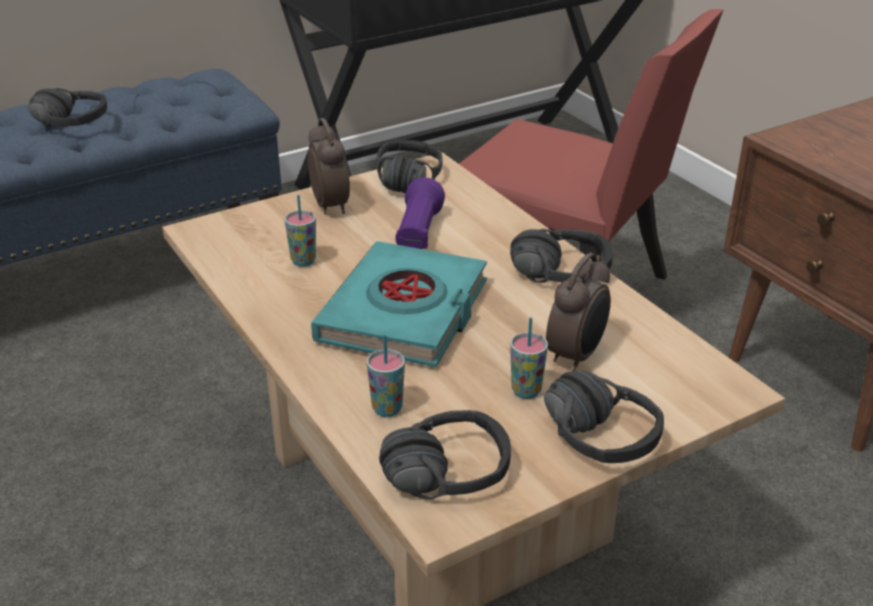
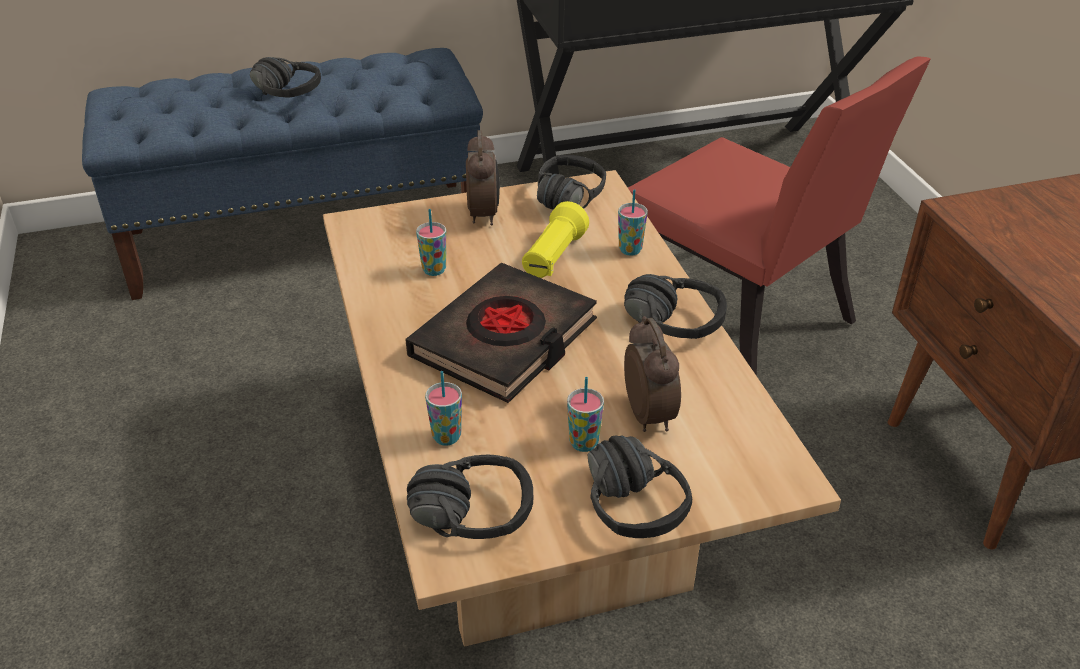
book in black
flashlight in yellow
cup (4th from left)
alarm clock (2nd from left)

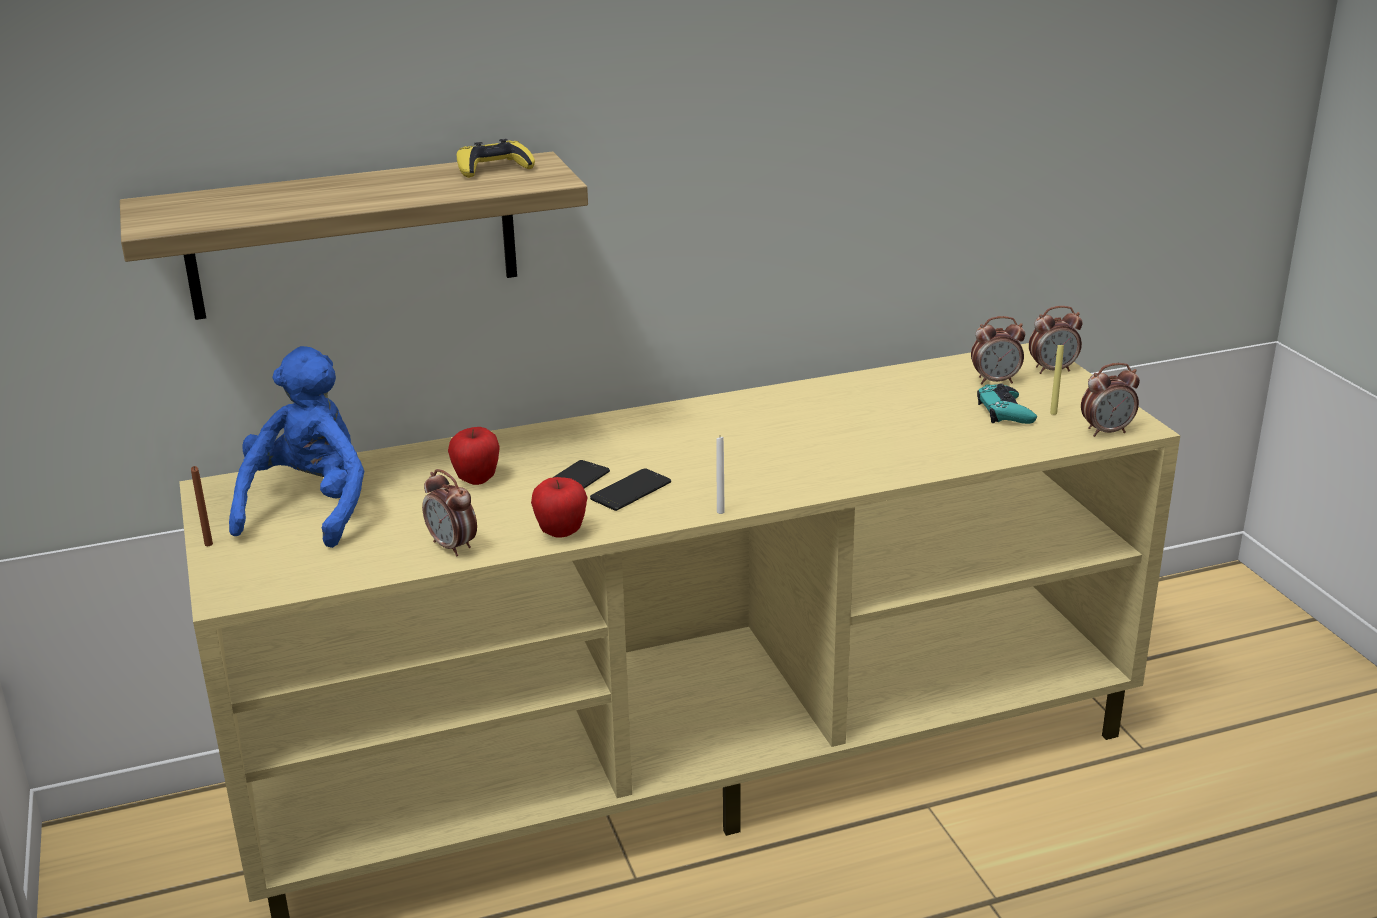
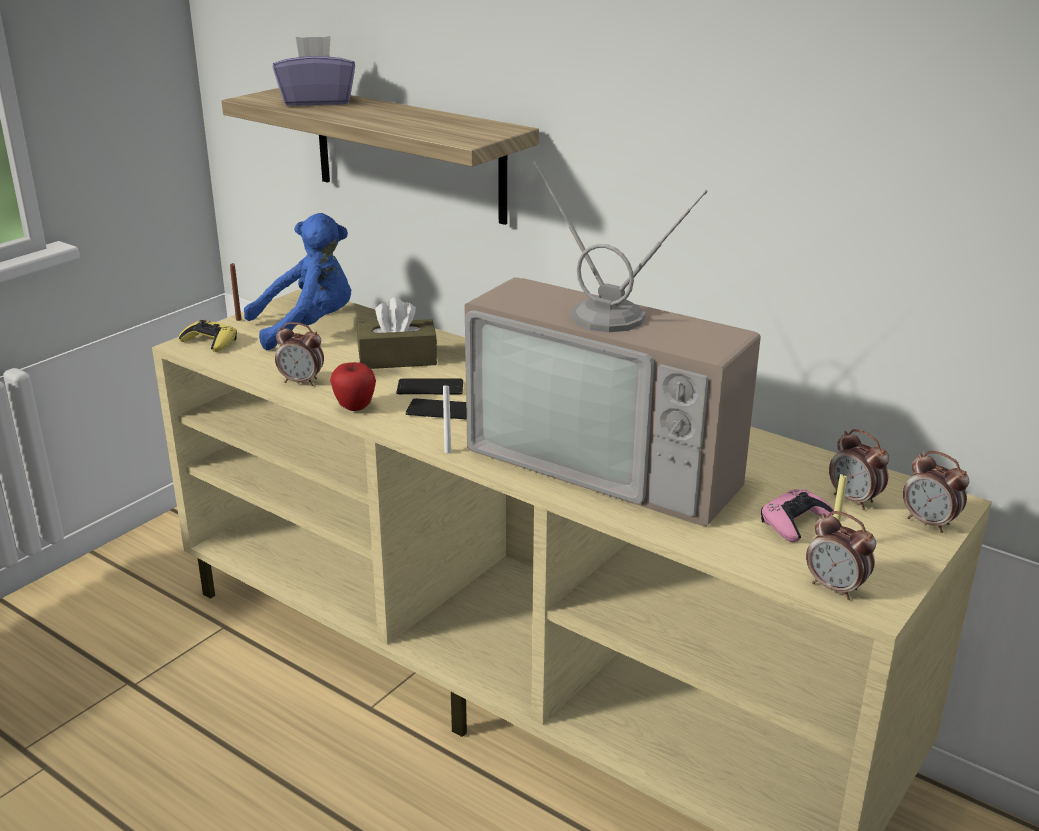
game controller in yellow
tissue box in purple
alarm clock (1st from left)
tissue box in brown
television
game controller in pink

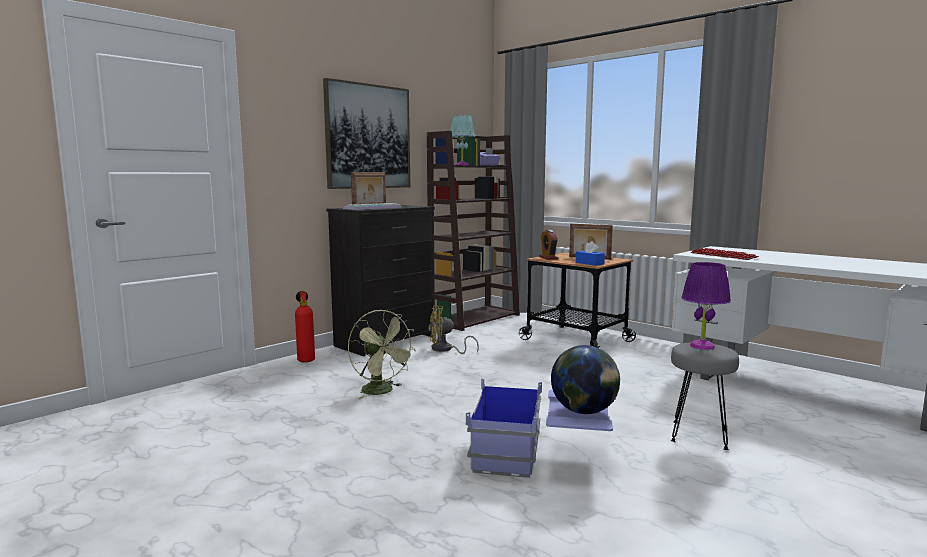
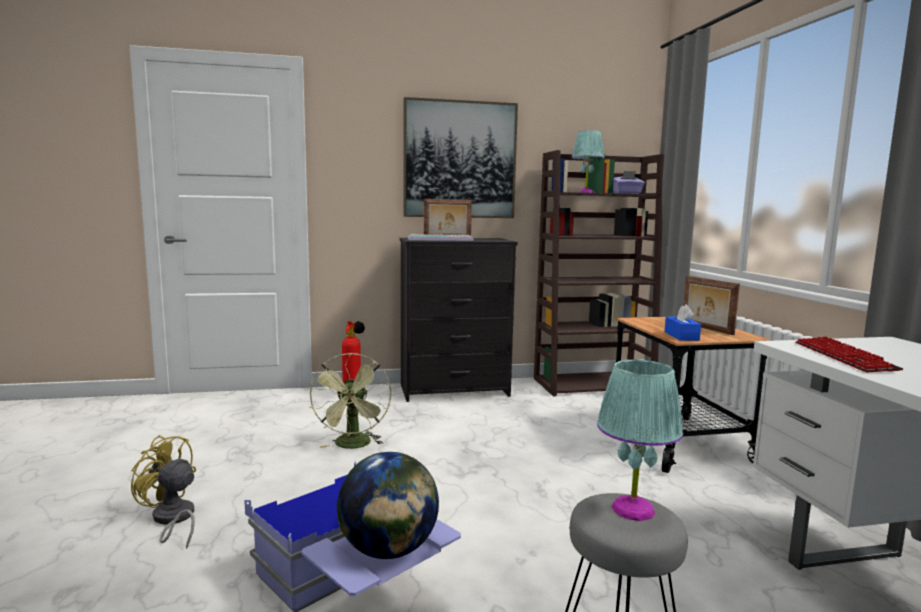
fan in yellow
table lamp in turquoise (2nd from left)
alarm clock

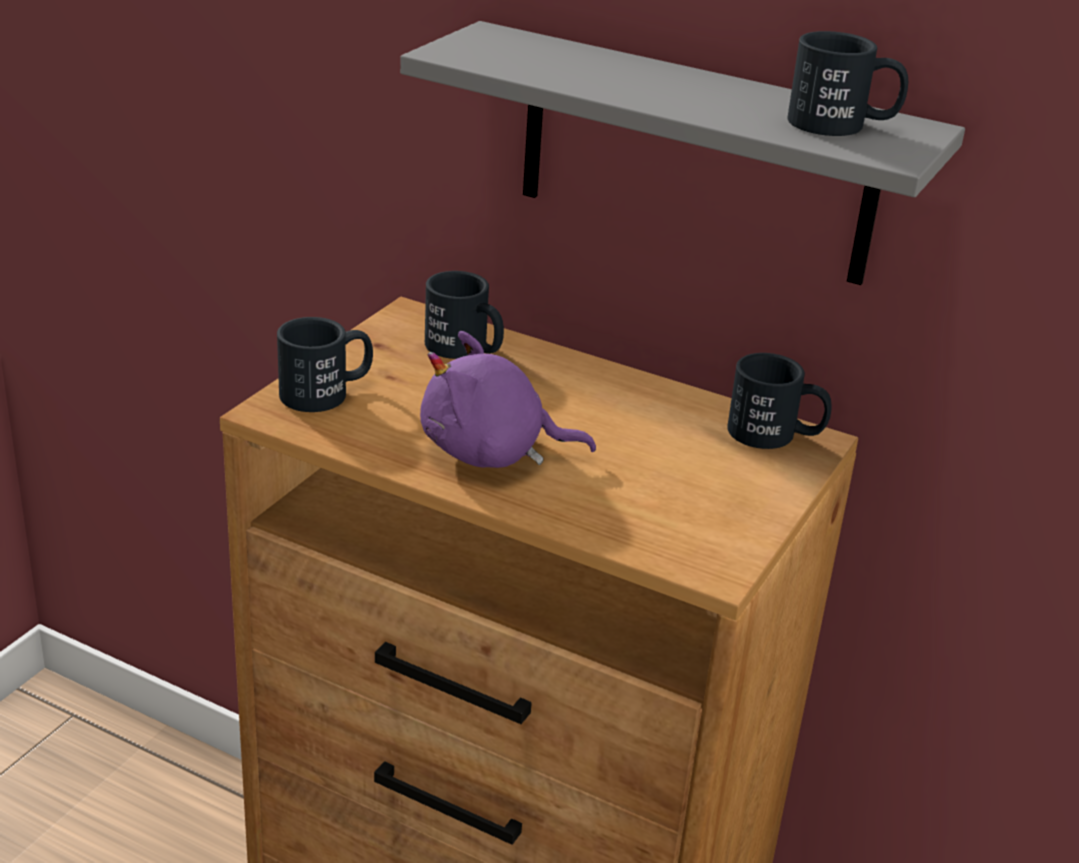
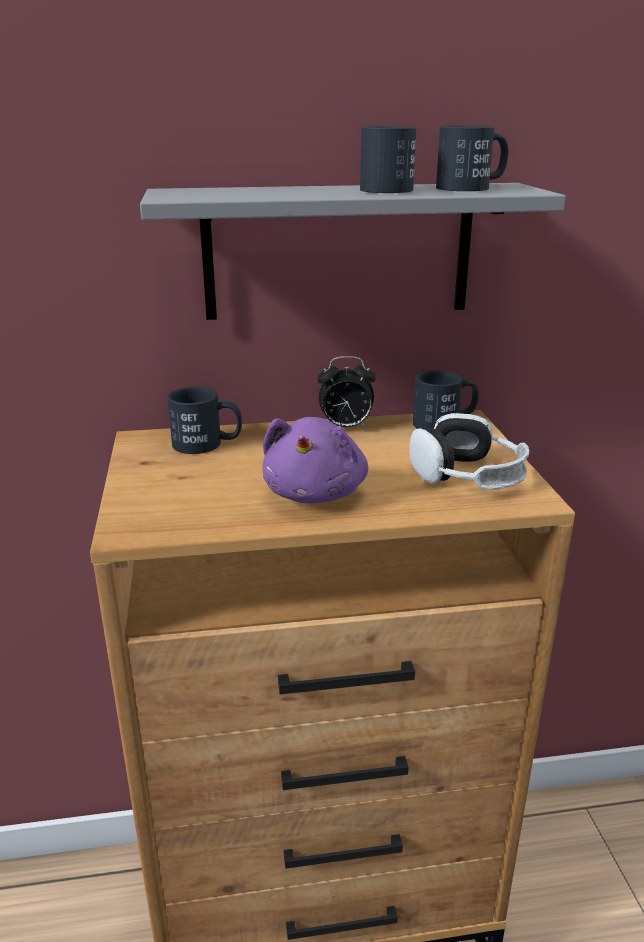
plush toy in purple
alarm clock
mug in black (2nd from left)
headphones

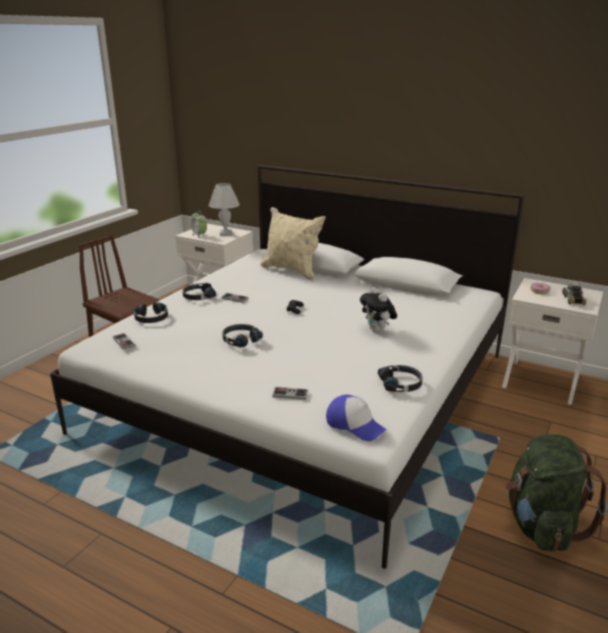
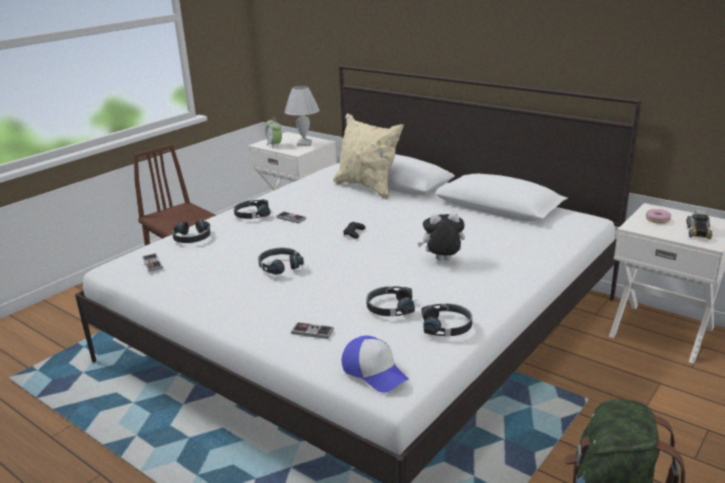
headphones in black (4th from left)
plush toy

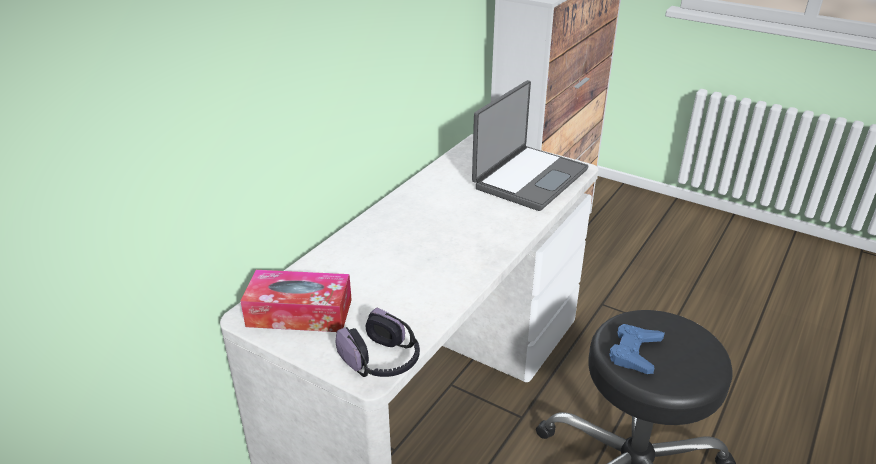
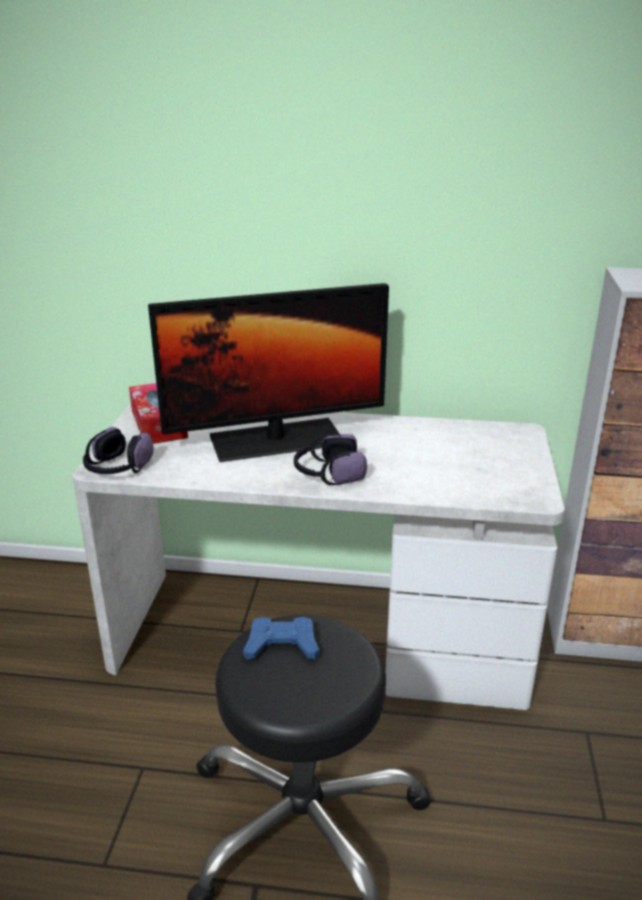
monitor
headphones (2nd from left)
laptop

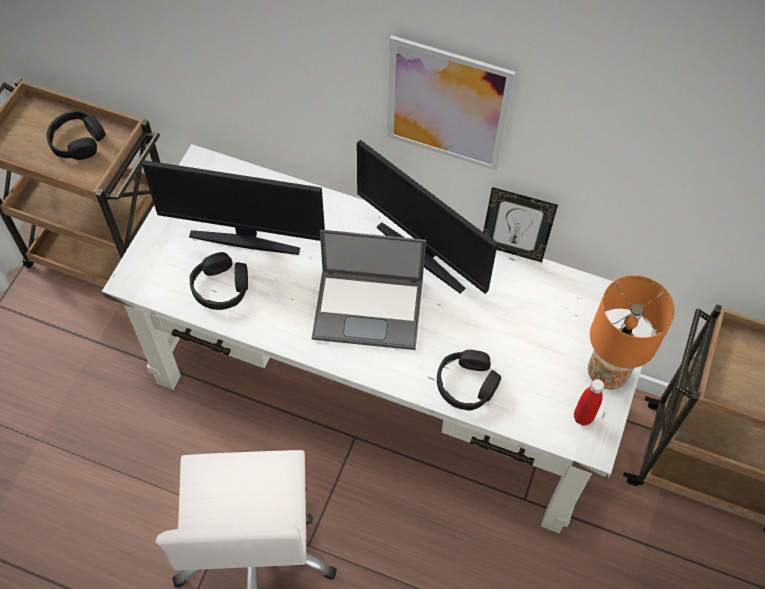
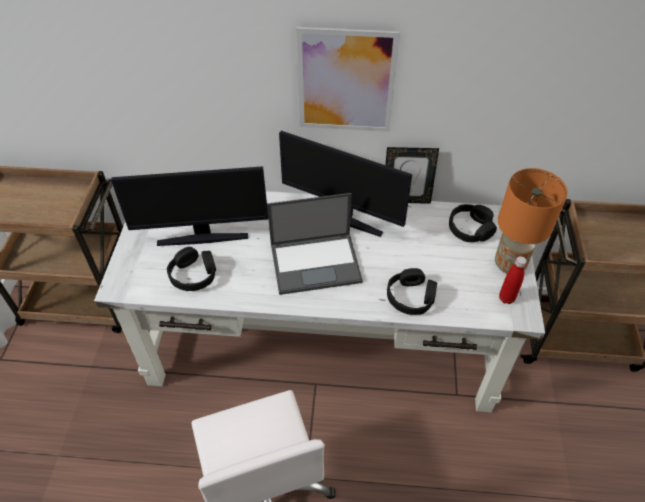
headphones in black (3rd from left)

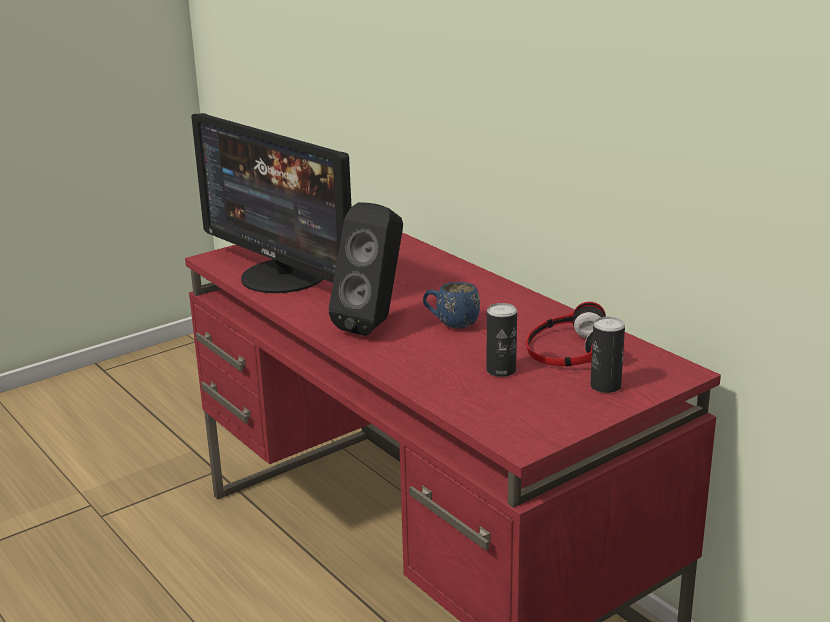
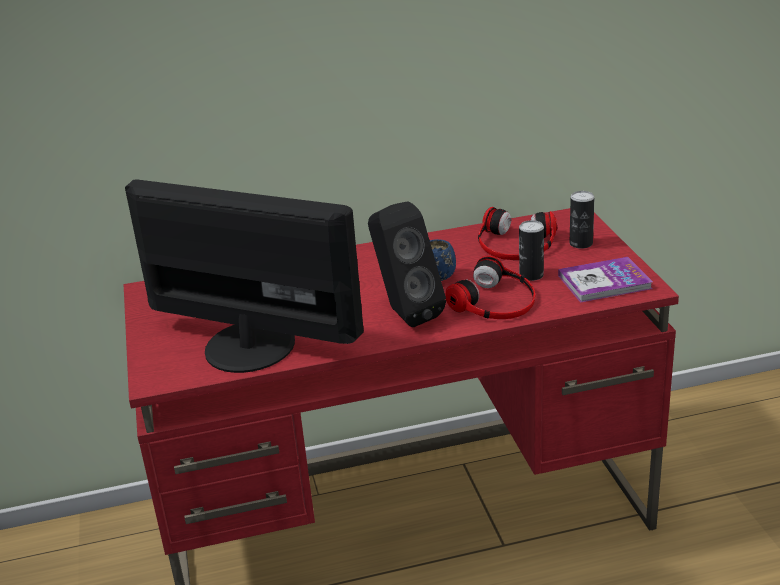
monitor
headphones (1st from left)
book

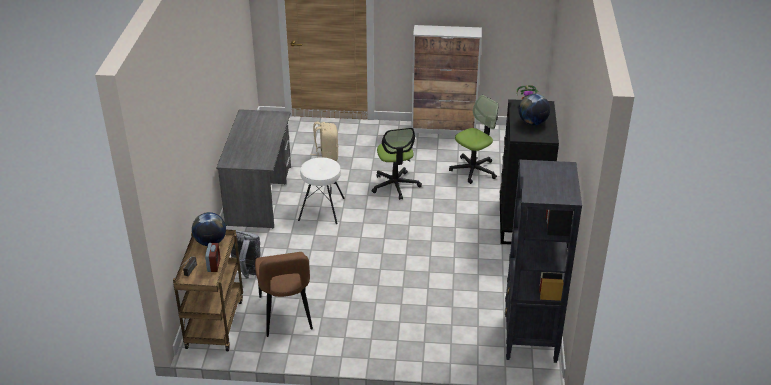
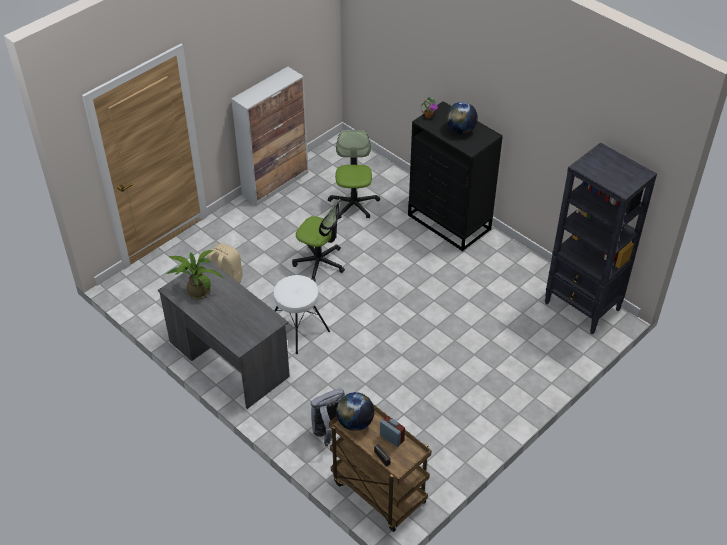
potted plant (1st from left)
chair in brown

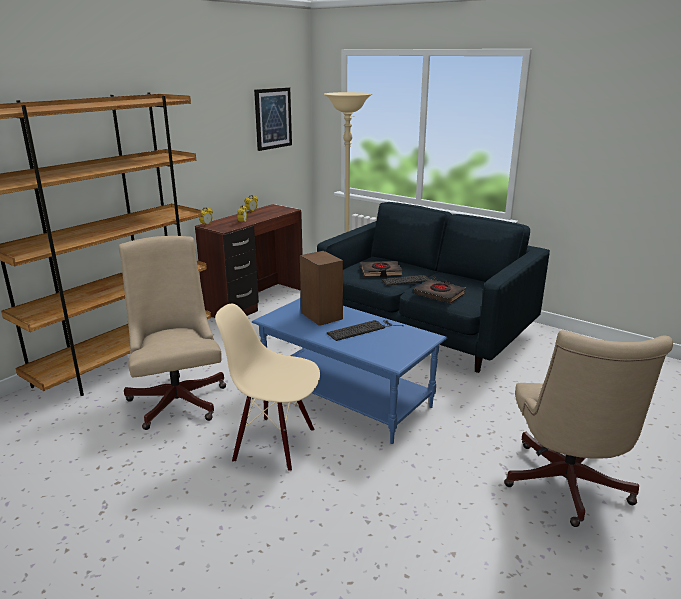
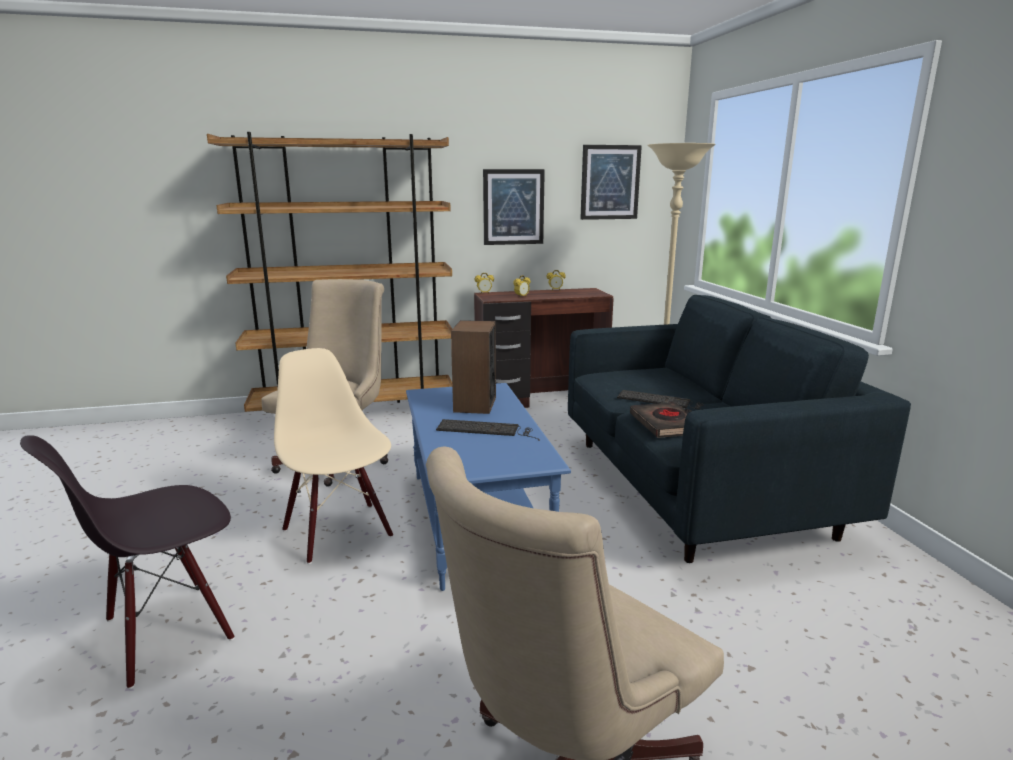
chair in black
picture (1st from left)
book in black (1st from left in the first image)

